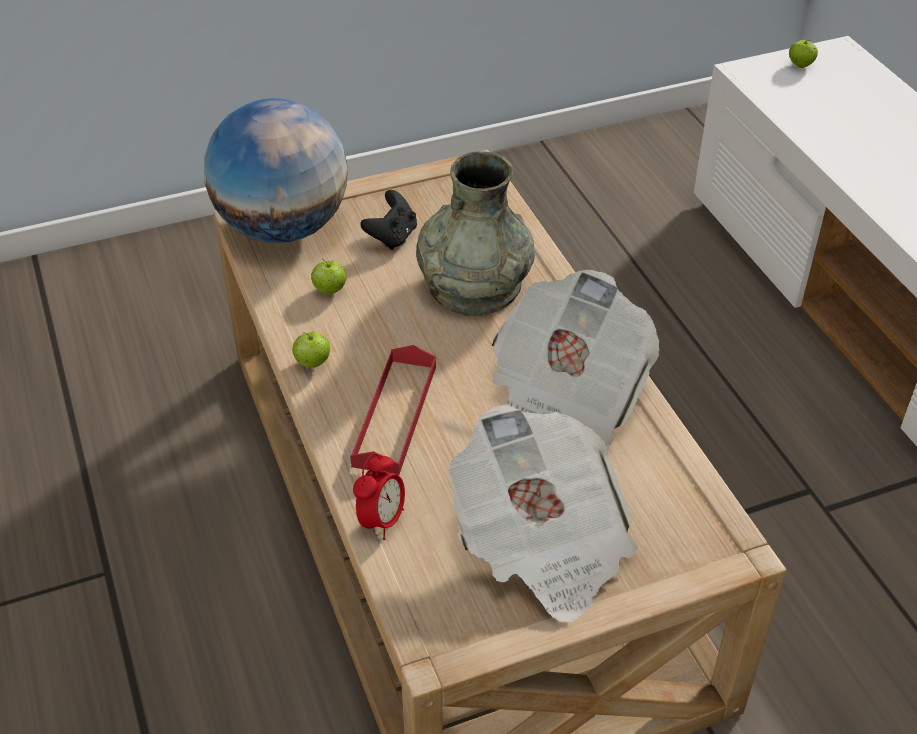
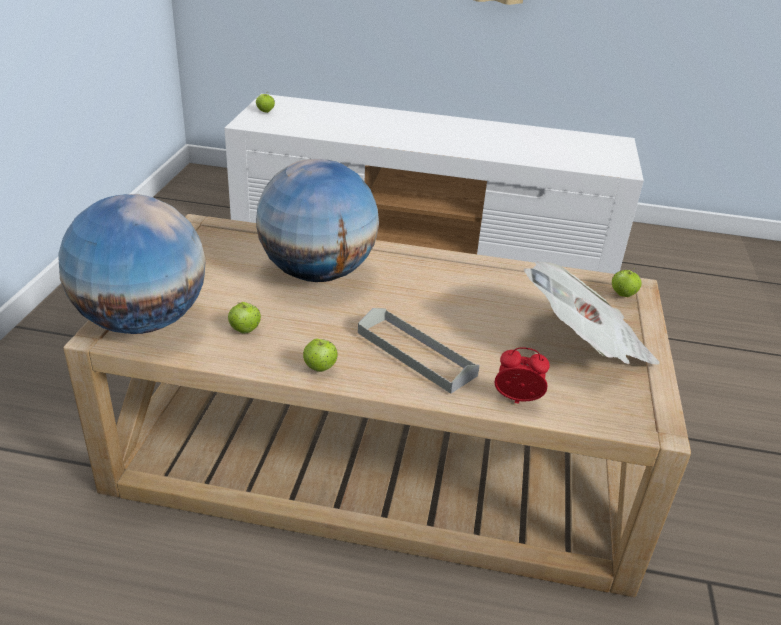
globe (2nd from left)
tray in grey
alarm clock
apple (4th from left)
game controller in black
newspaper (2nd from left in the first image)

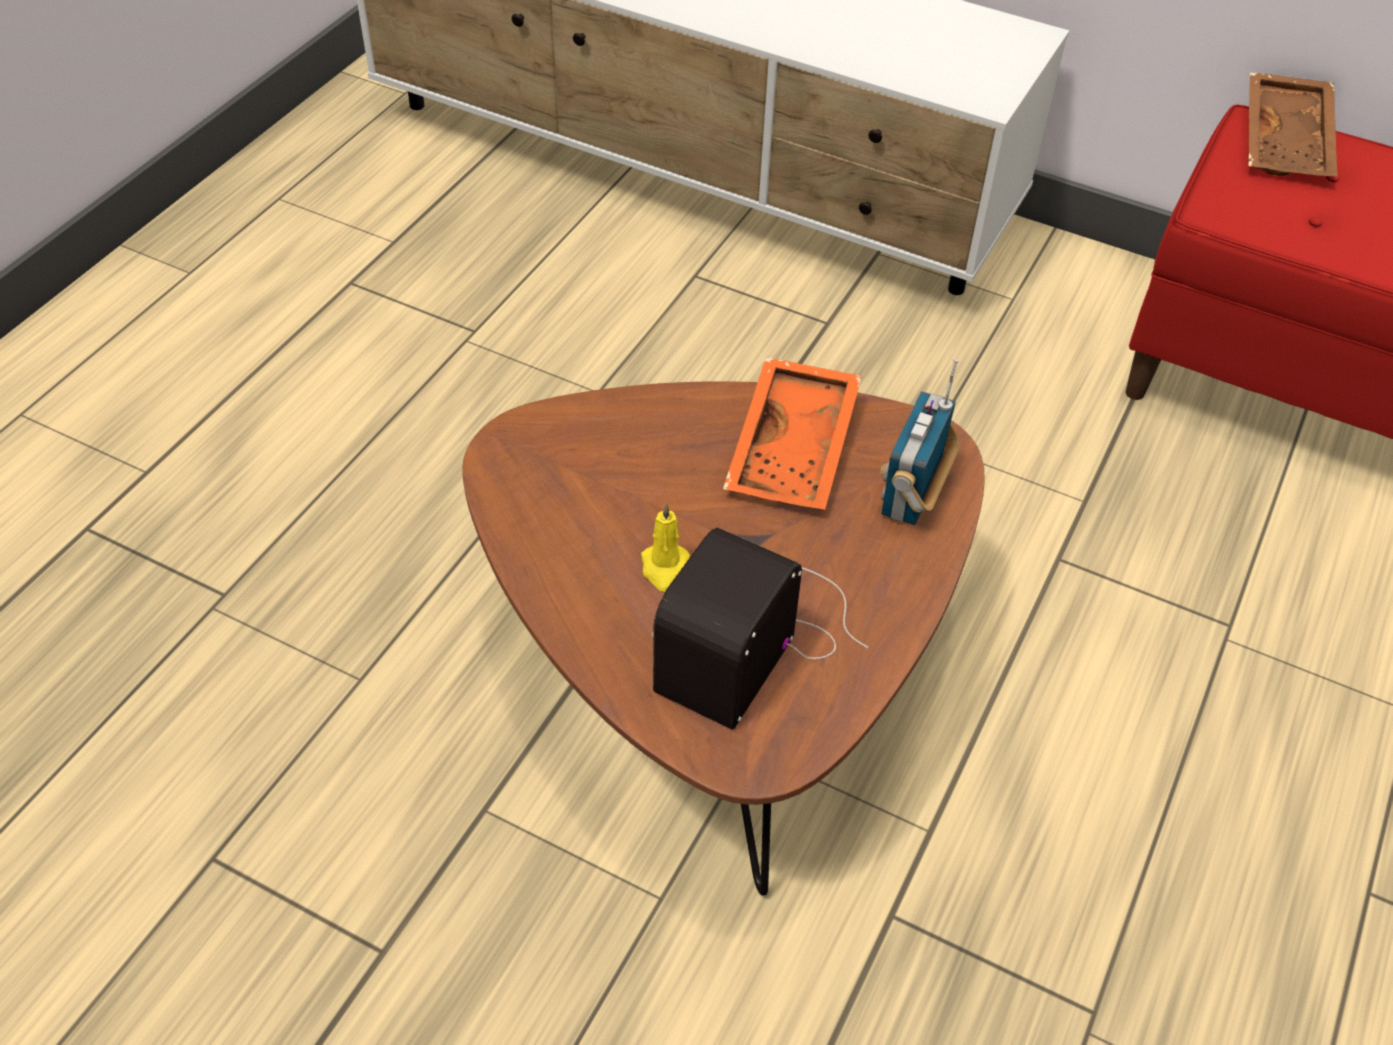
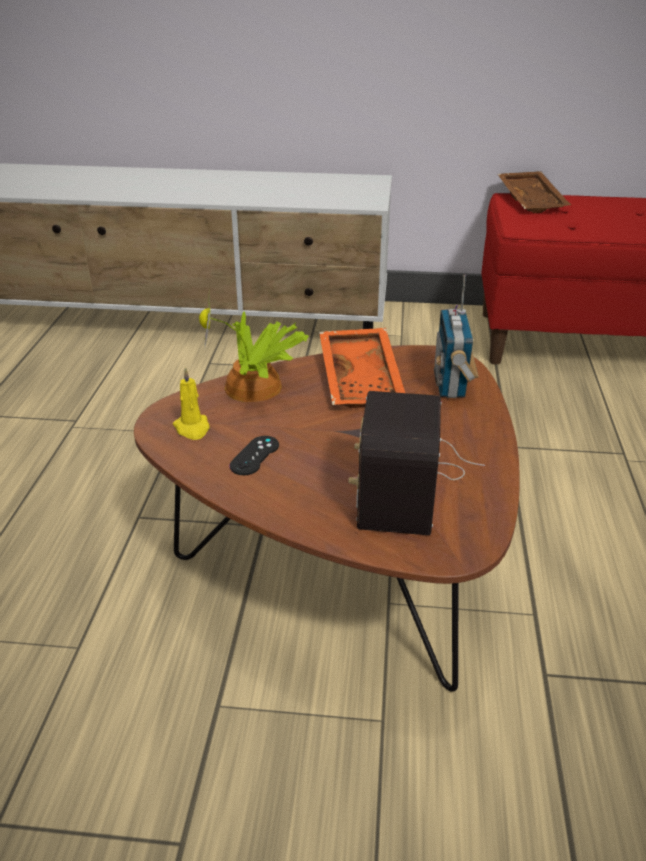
candle in yellow
potted plant
game controller in black

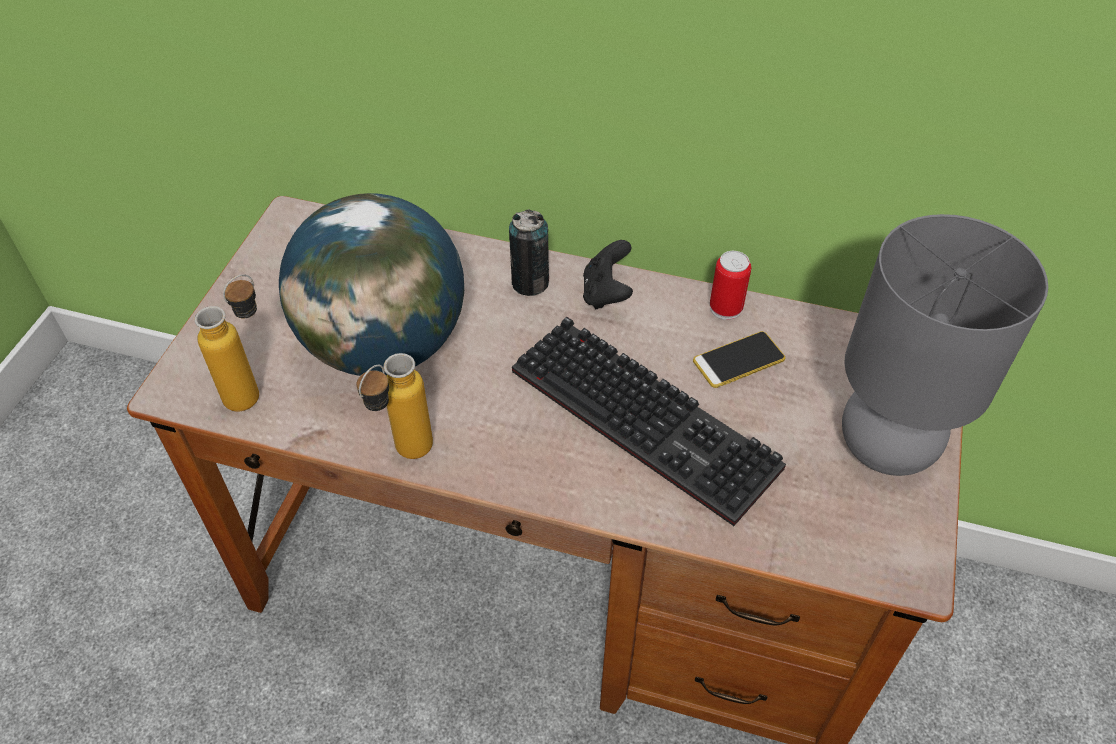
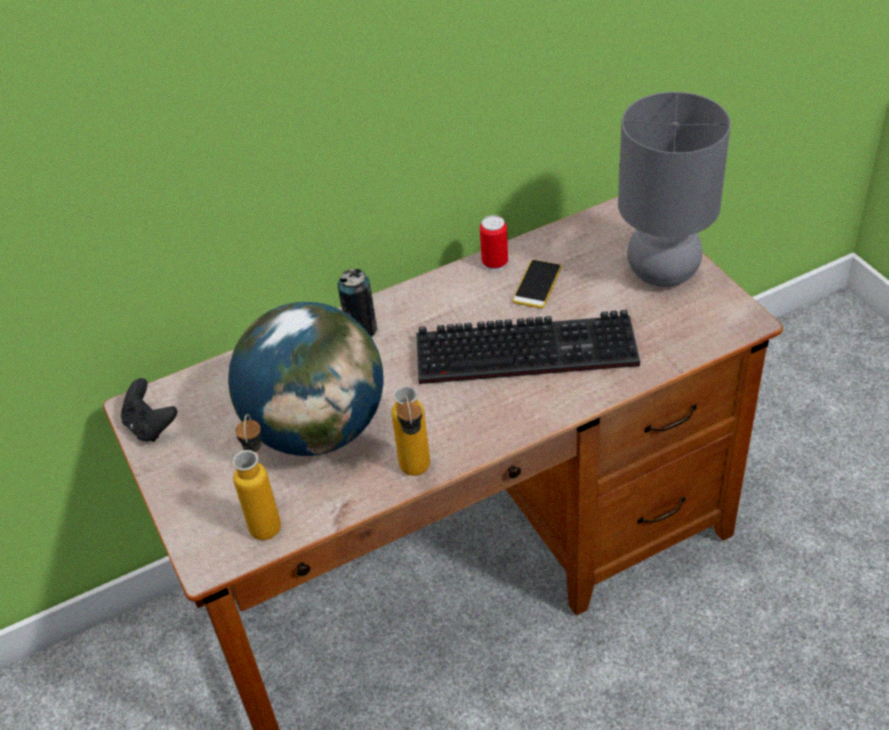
game controller in black

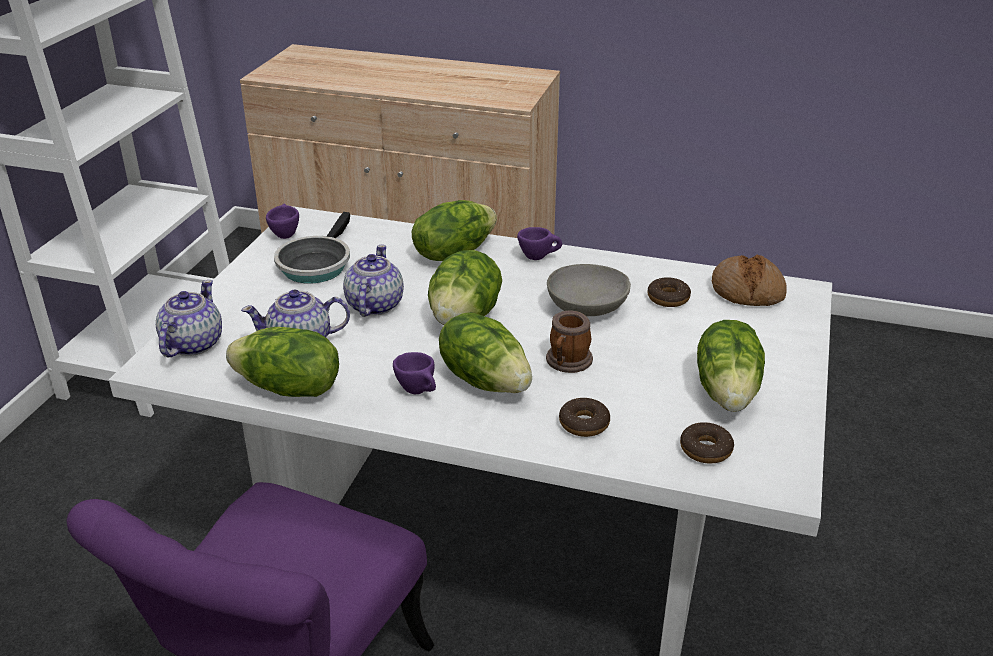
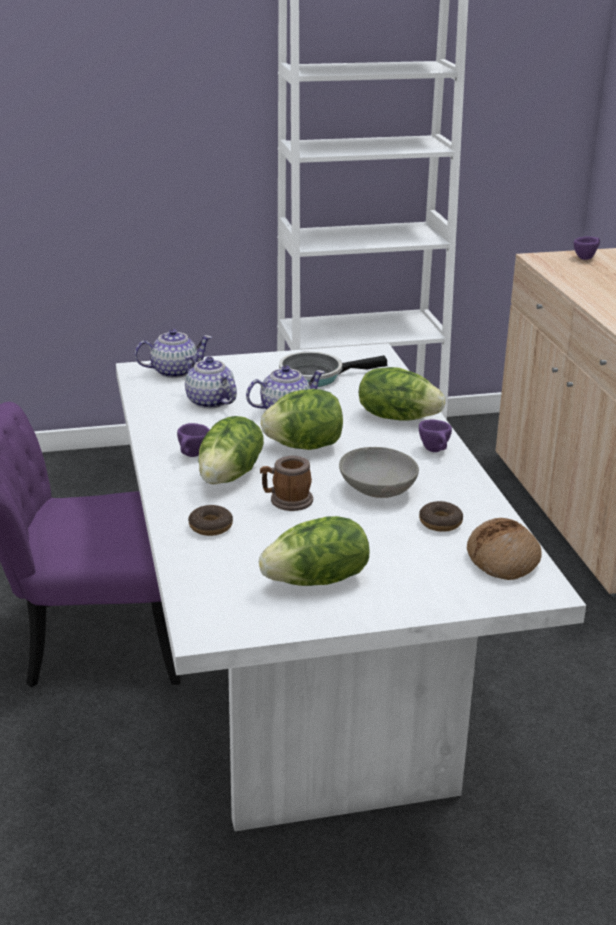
cup in purple (3rd from left)
lettuce (1st from left in the first image)
donut (3rd from left in the first image)

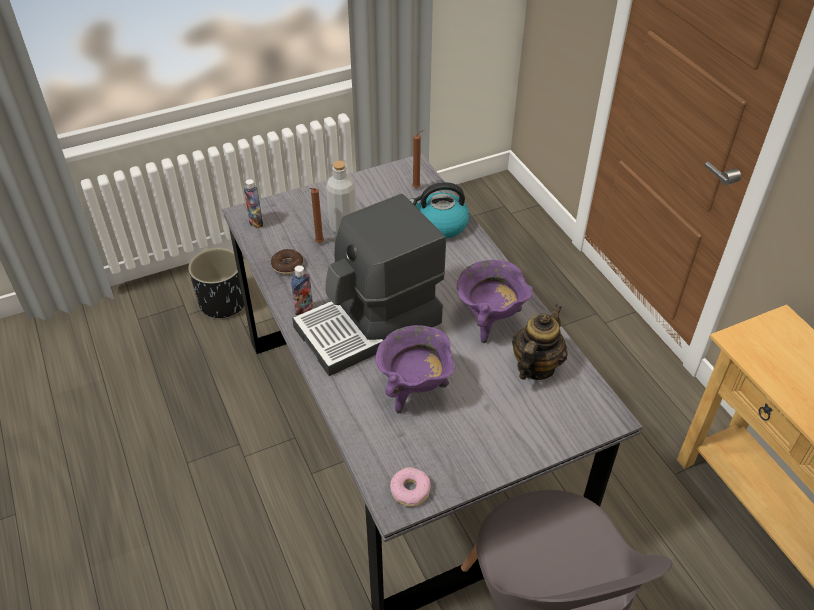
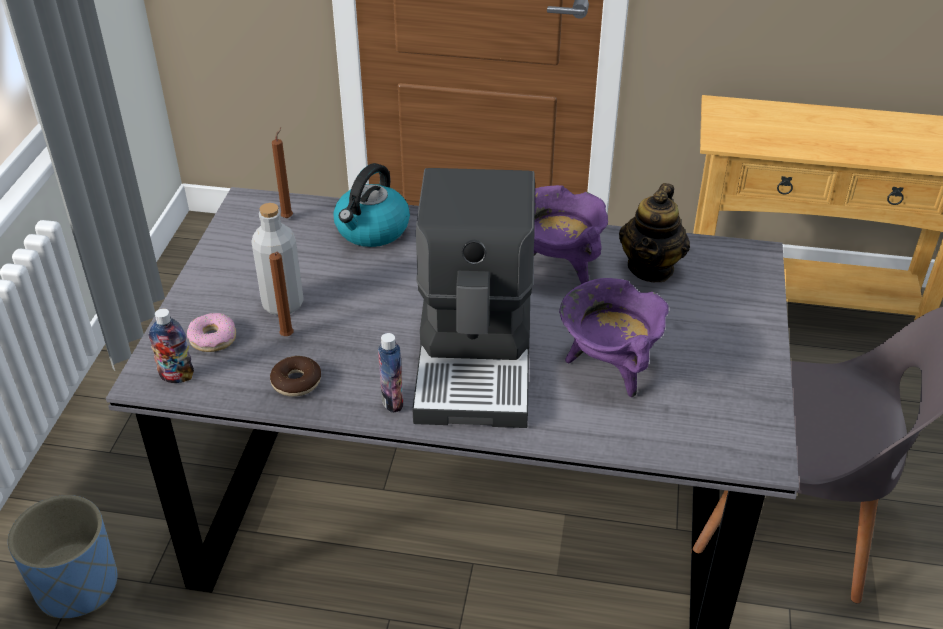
planter in blue
donut (1st from left)
teapot

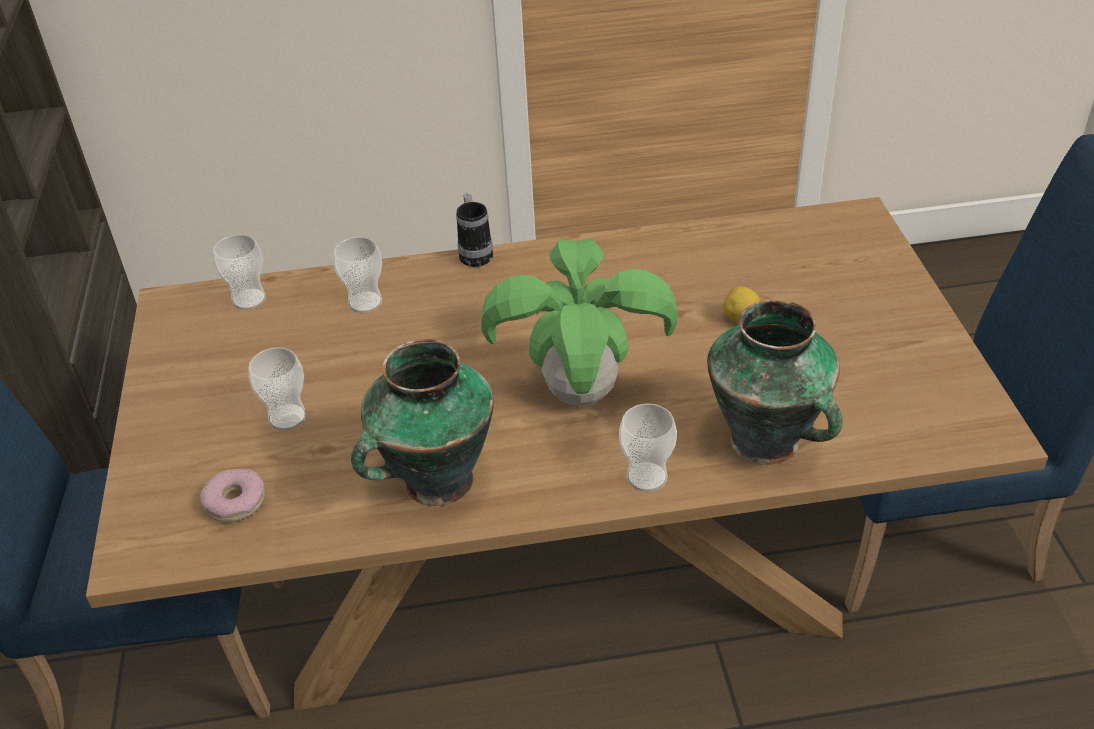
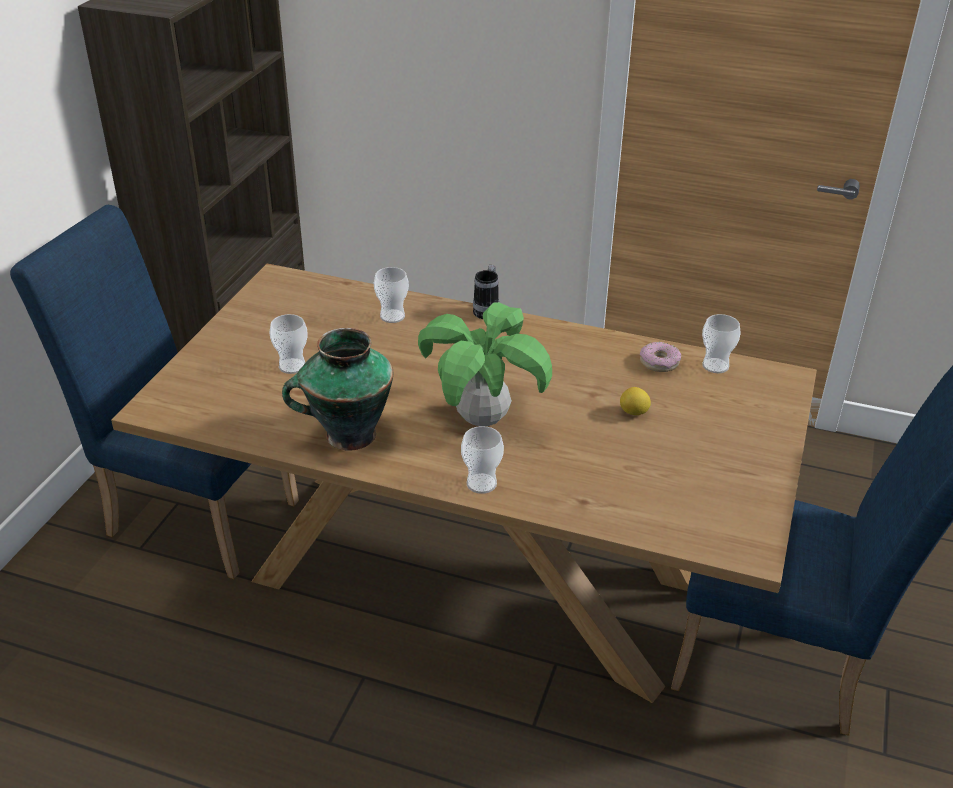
donut
cup (4th from left)
vase (2nd from left in the first image)

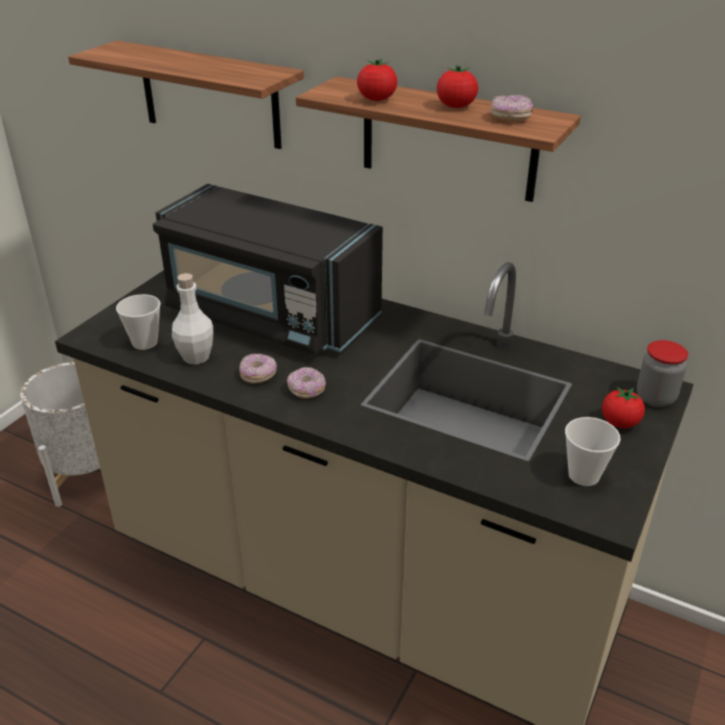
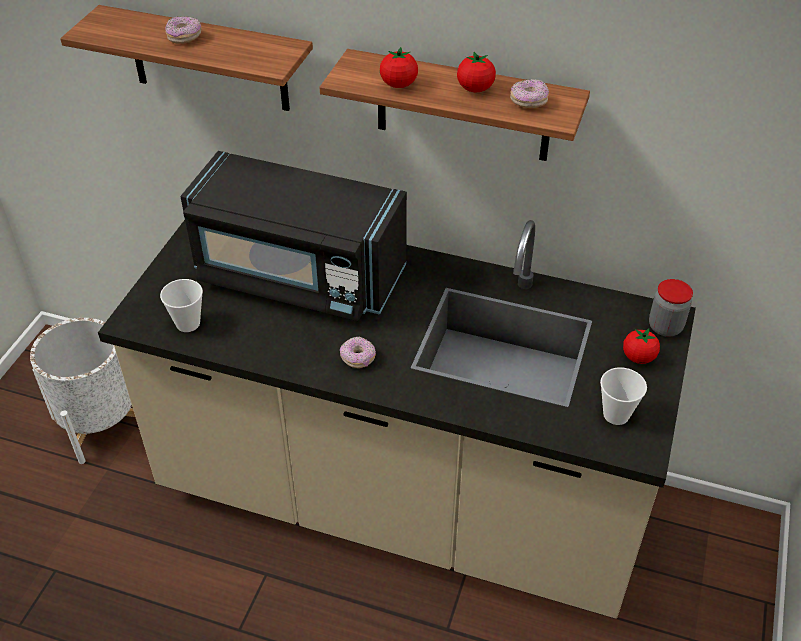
donut (1st from left)
bottle in white

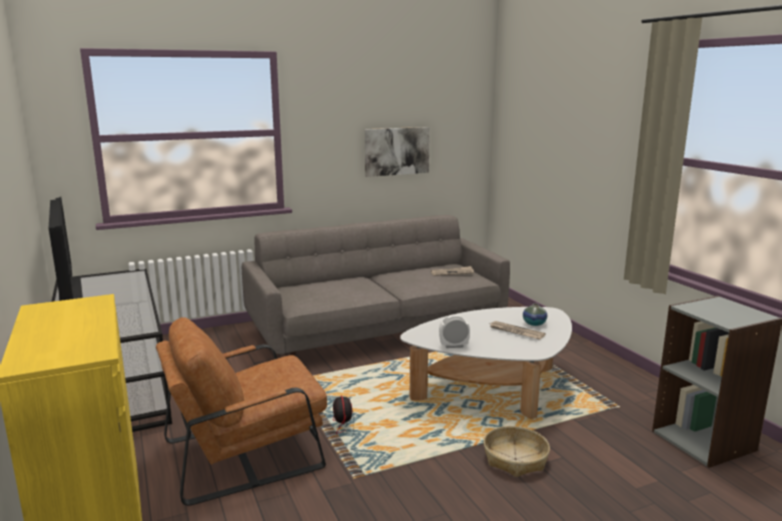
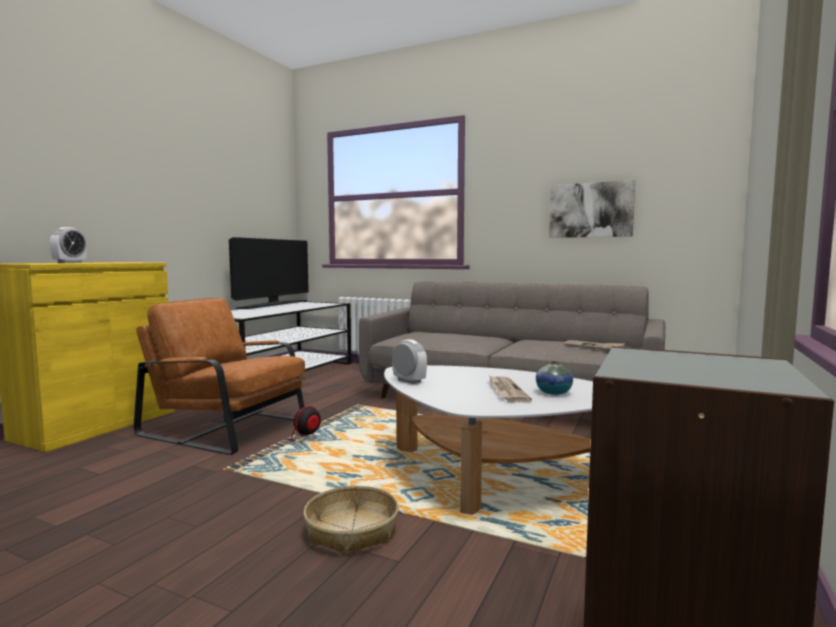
alarm clock (1st from left)

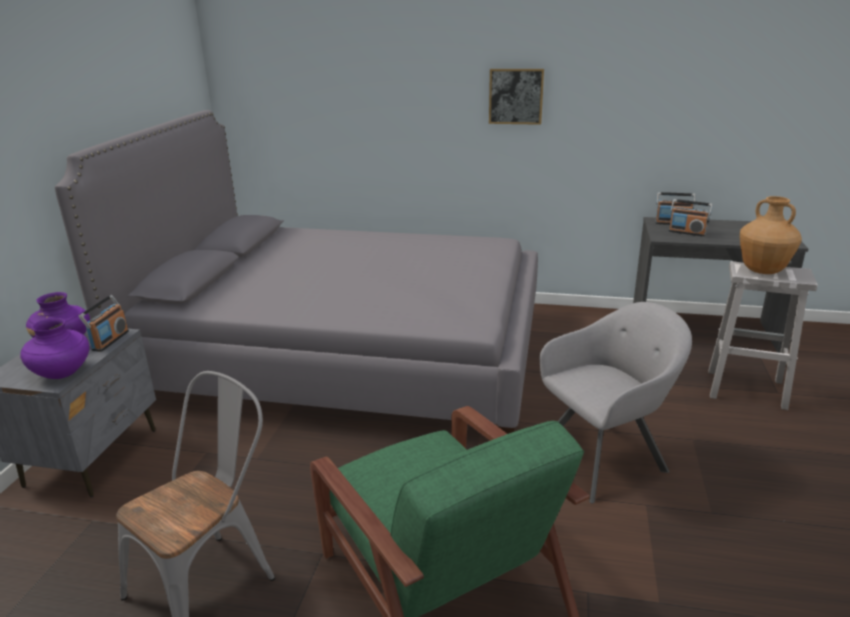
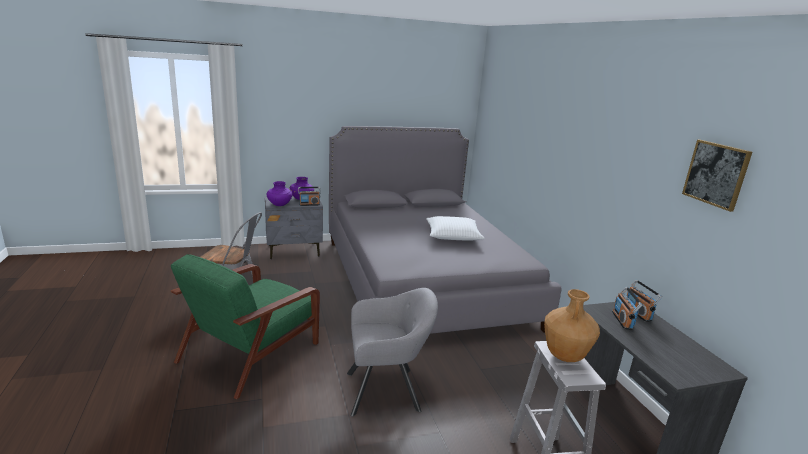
armchair in grey
pillow in white
picture

